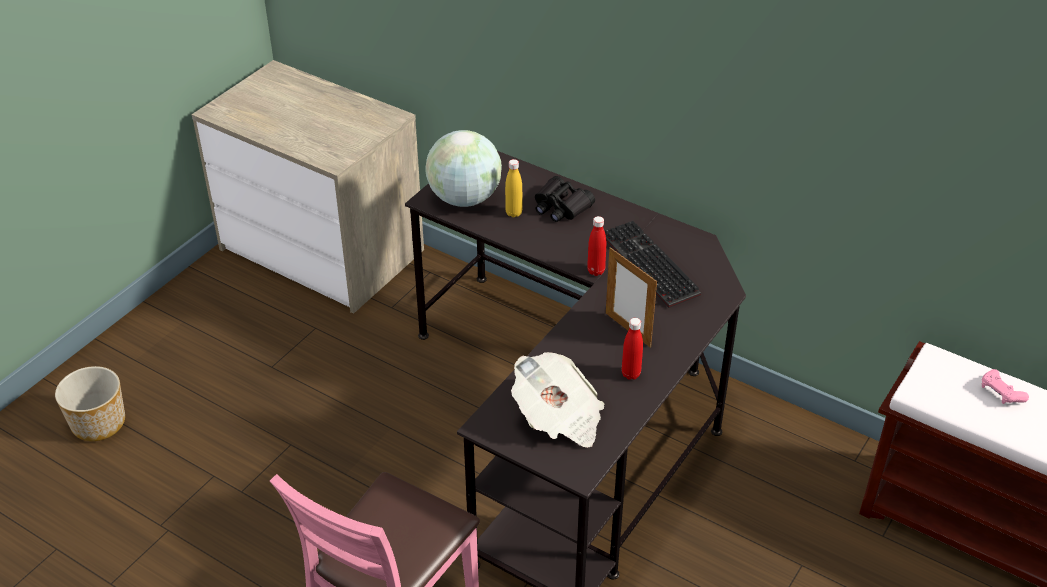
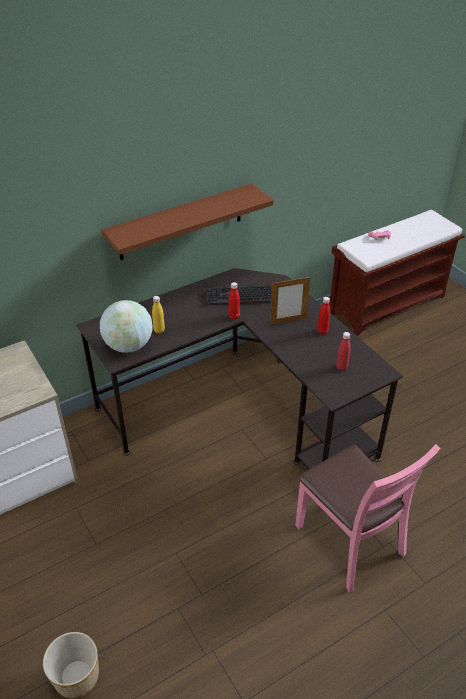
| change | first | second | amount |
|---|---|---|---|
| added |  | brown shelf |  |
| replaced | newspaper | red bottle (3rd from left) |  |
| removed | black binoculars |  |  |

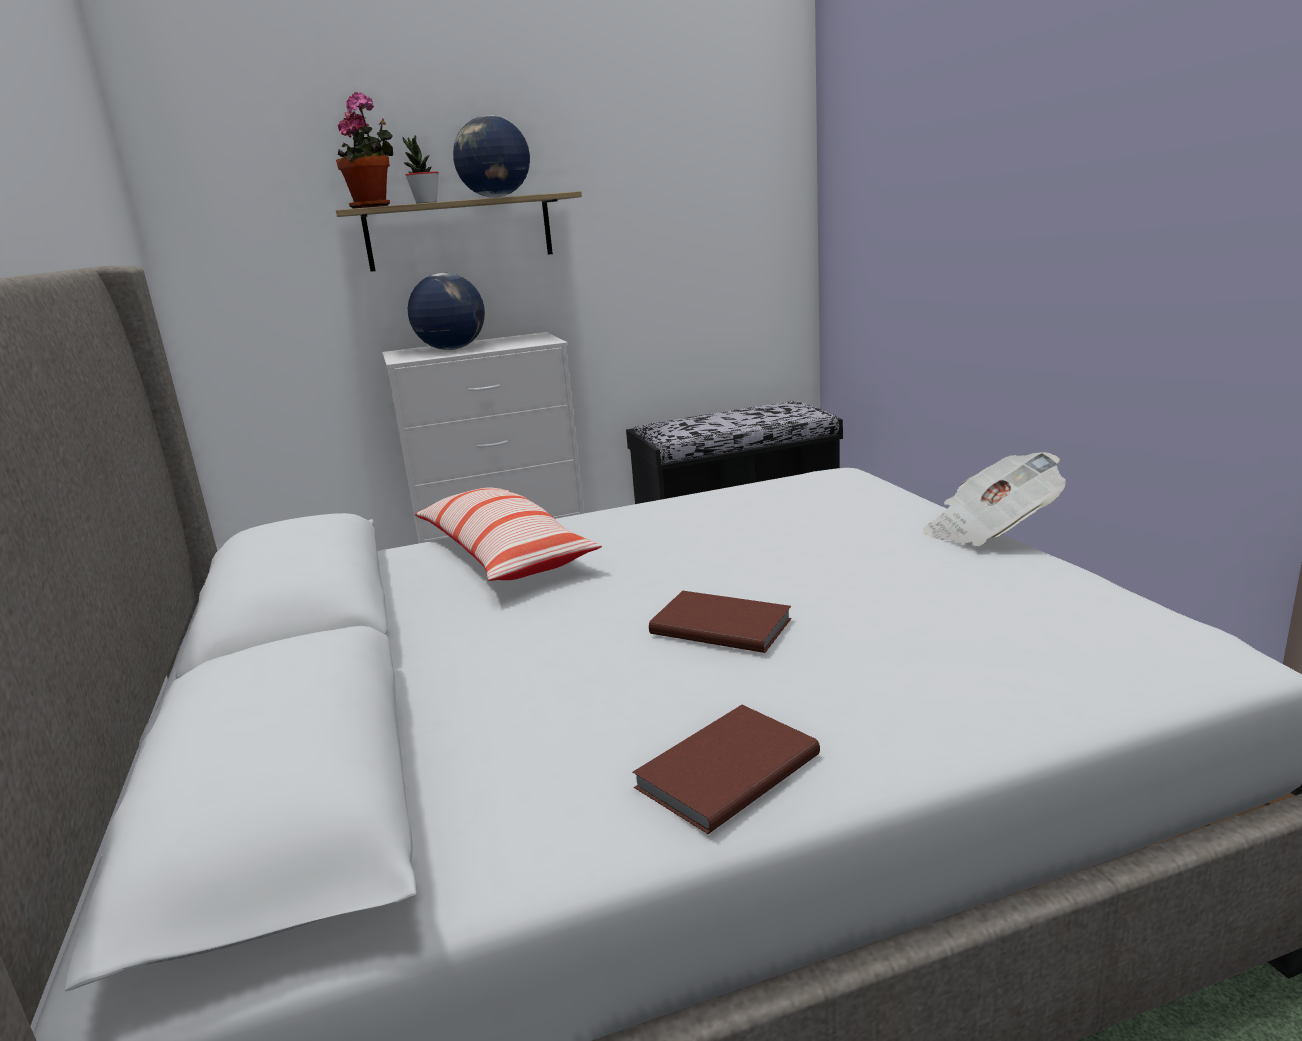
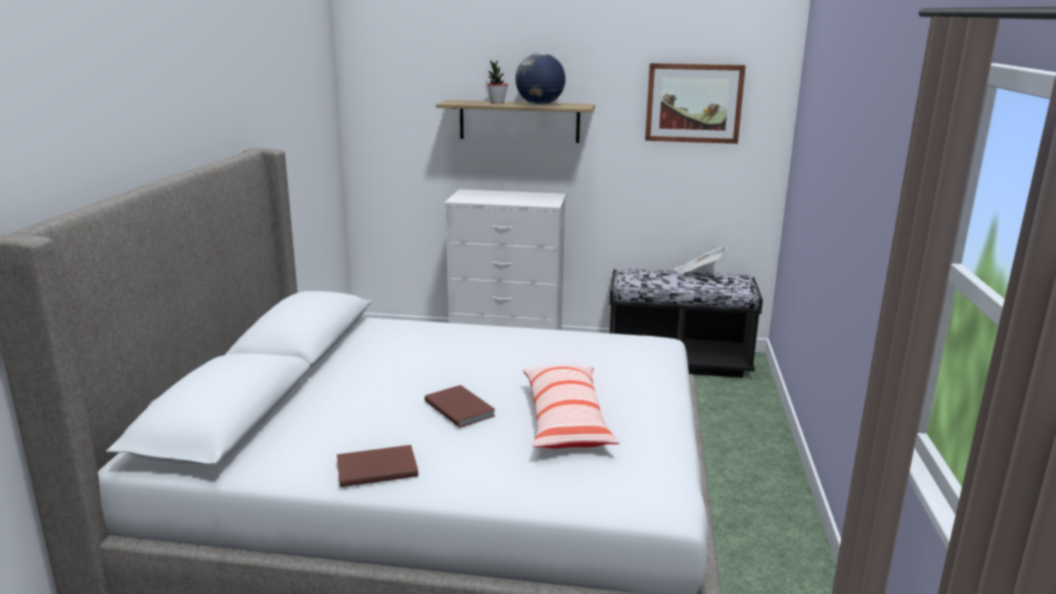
| change | first | second | amount |
|---|---|---|---|
| moved | pillow |  |  |
| added |  | picture |  |
| moved | newspaper |  |  |
| removed | potted plant (1st from left) |  |  |
| removed | globe (1st from left) |  |  |

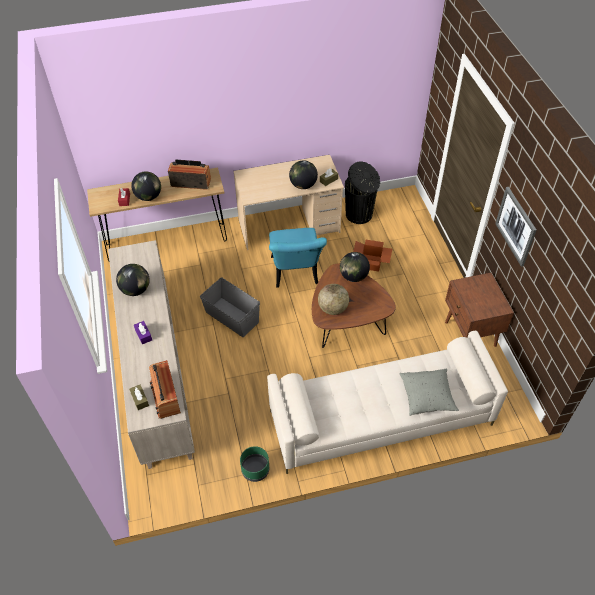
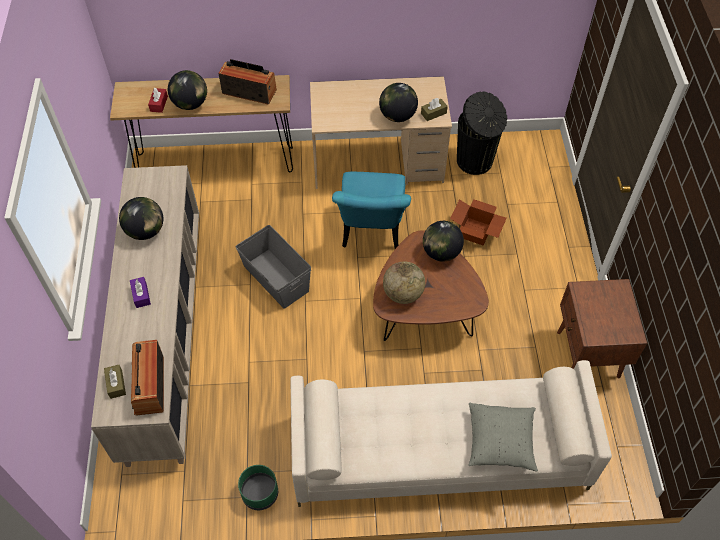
| change | first | second | amount |
|---|---|---|---|
| removed | picture |  |  |

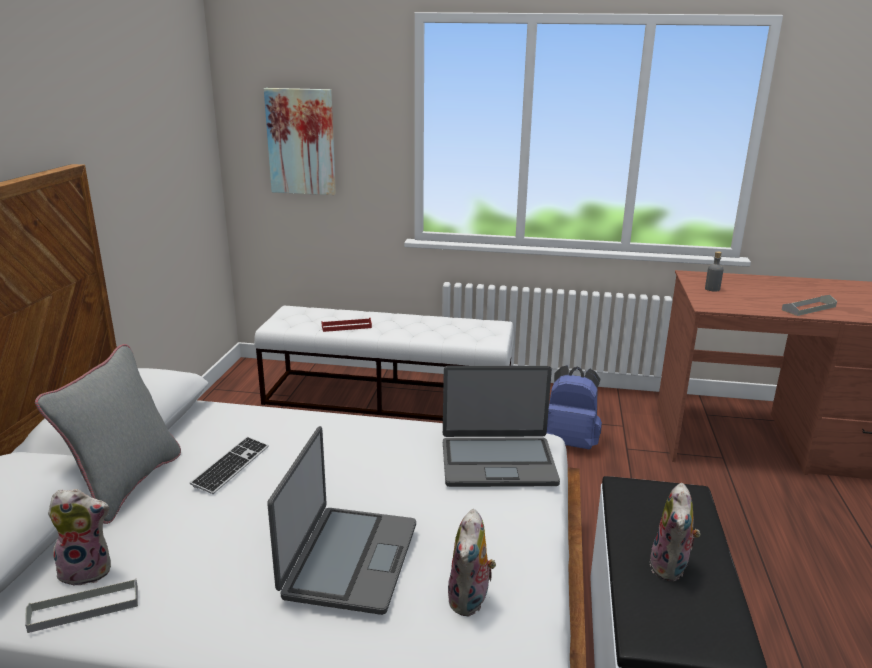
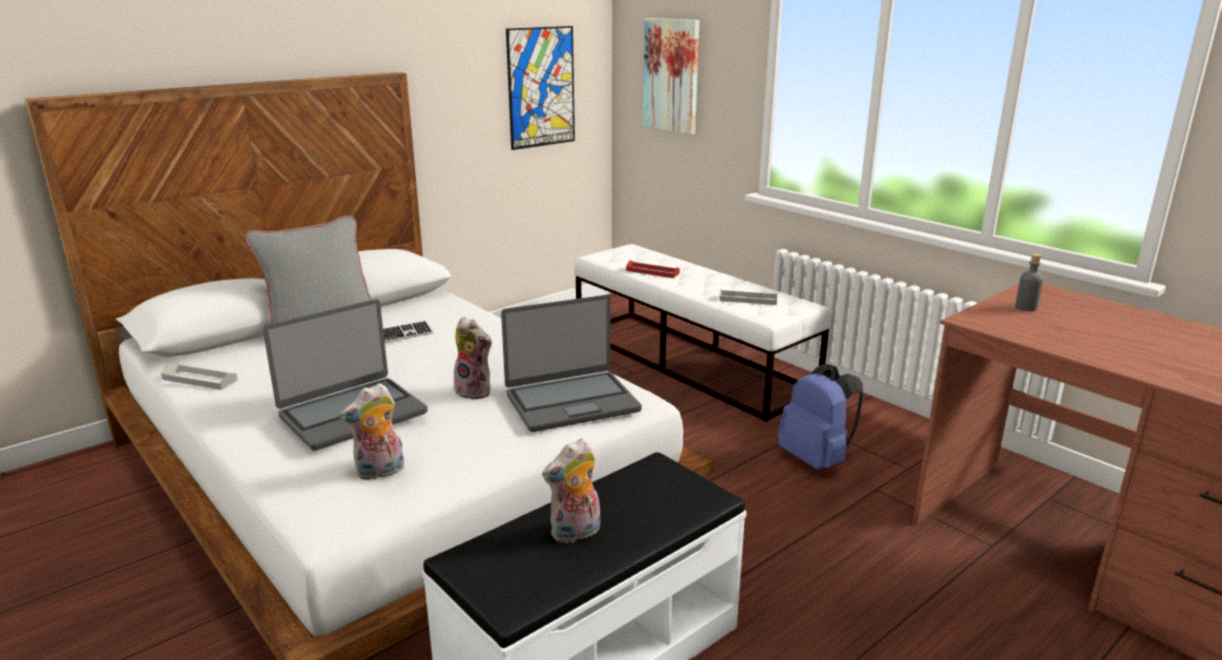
| change | first | second | amount |
|---|---|---|---|
| moved | plush toy (1st from left in the first image) | plush toy (2nd from left) |  |
| turned | laptop (2nd from left) |  | 60 degrees counterclockwise |
| added |  | picture (1st from left) |  |
| moved | grey tray (2nd from left) |  |  |

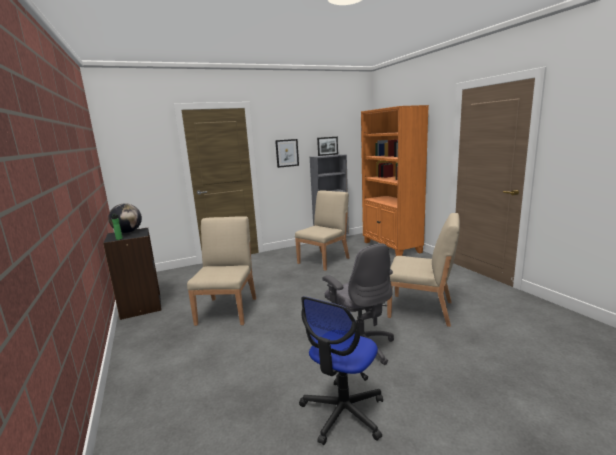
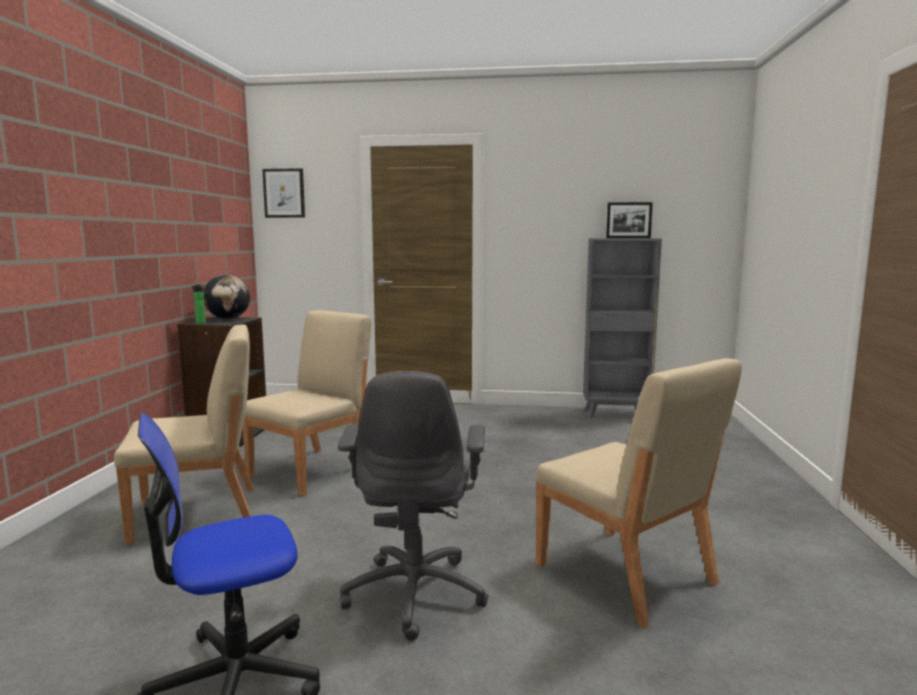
| change | first | second | amount |
|---|---|---|---|
| moved | beige chair (2nd from left in the first image) | beige chair (1st from left) |  |
| moved | picture |  |  |
| removed | orange bookcase |  |  |

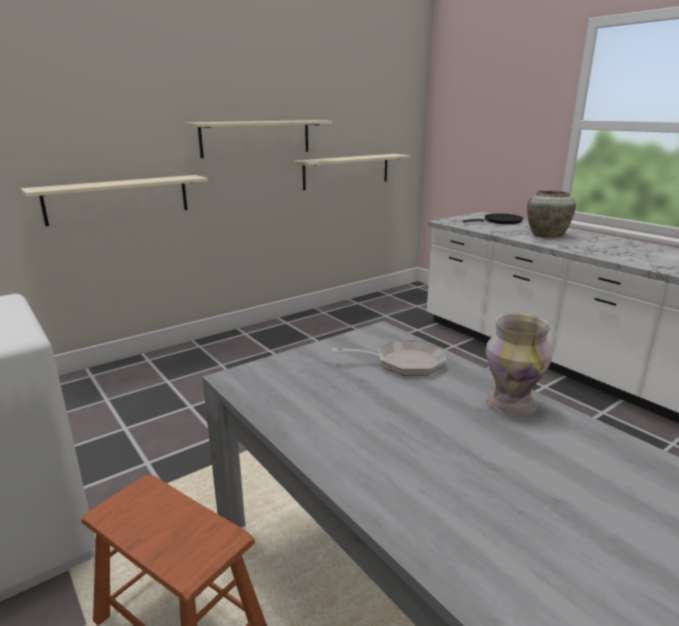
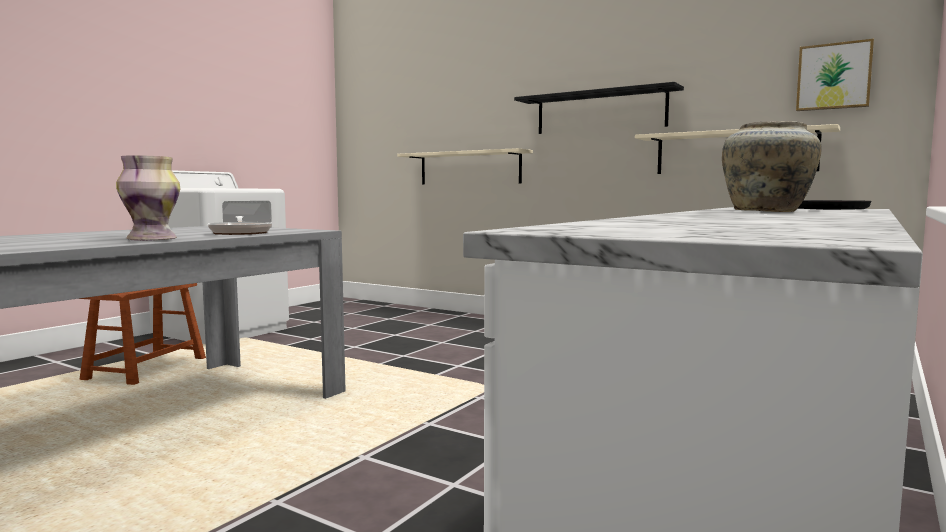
| change | first | second | amount |
|---|---|---|---|
| recoloured | beige shelf (2nd from left) | black shelf |  |
| added |  | picture |  |

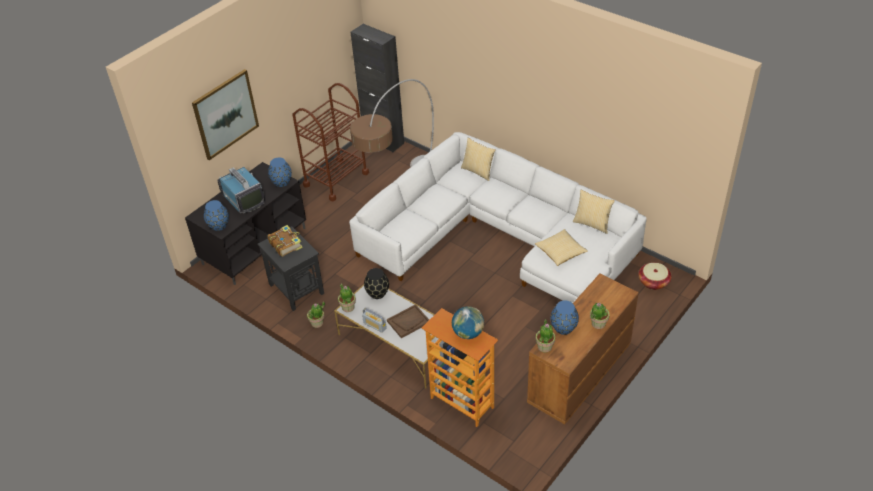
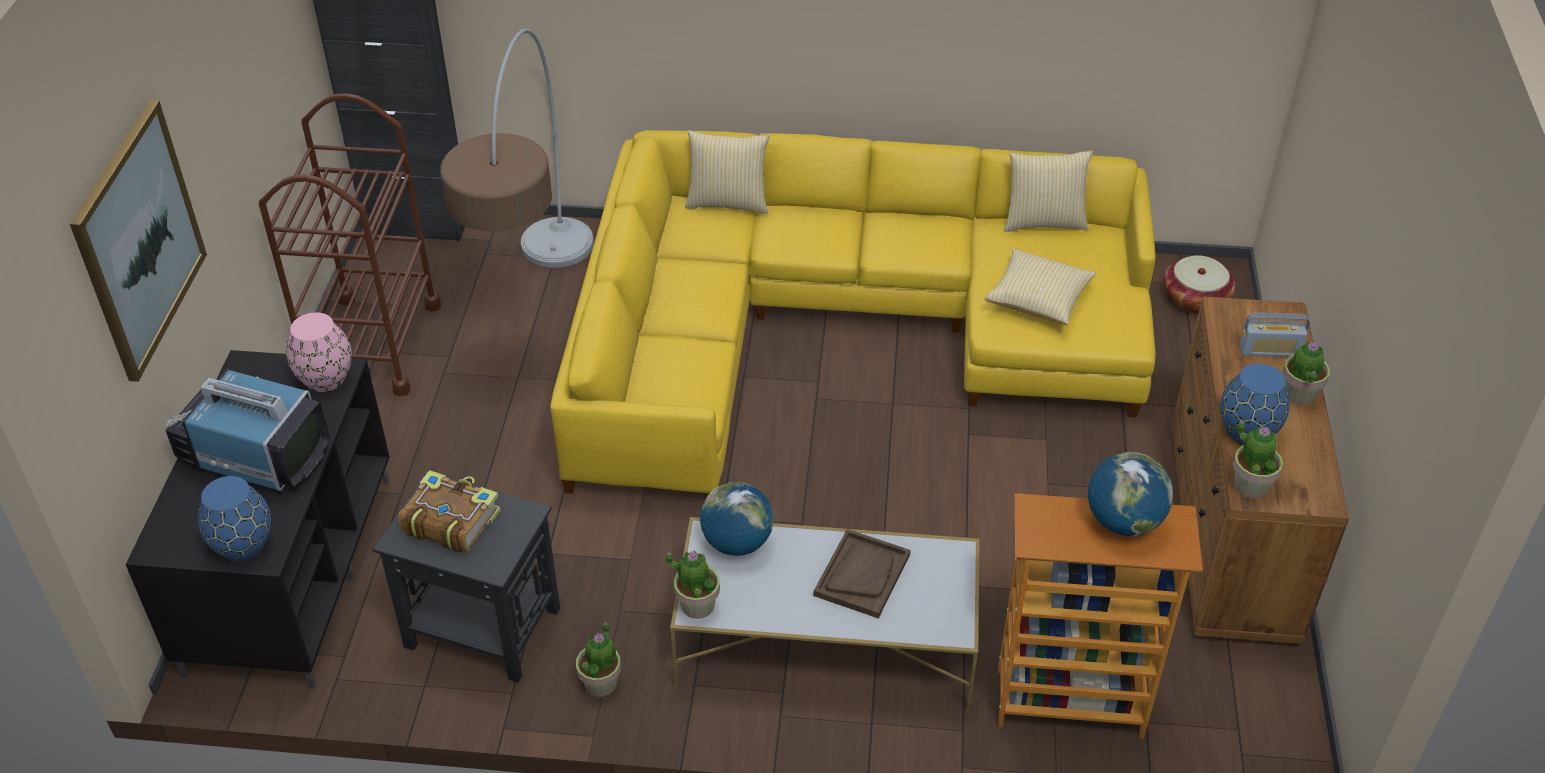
| change | first | second | amount |
|---|---|---|---|
| recoloured | blue vase (2nd from left) | pink vase |  |
| recoloured | white sofa | yellow sofa |  |
| replaced | black vase | globe (1st from left) |  |
| moved | radio |  |  |

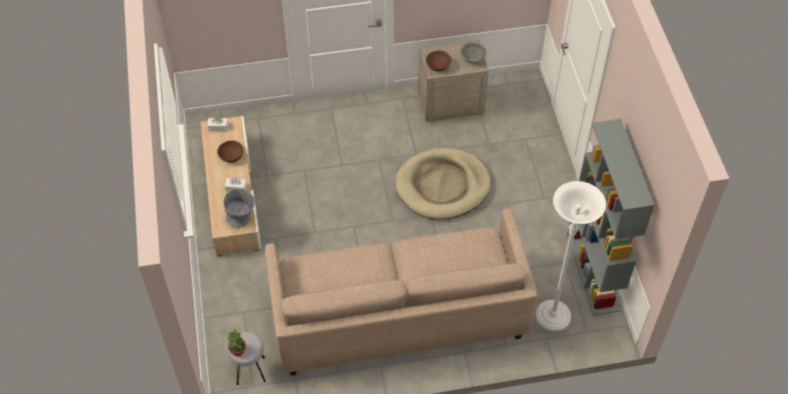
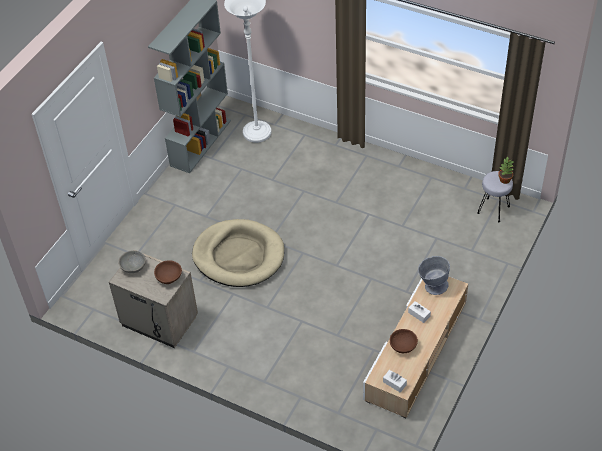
| change | first | second | amount |
|---|---|---|---|
| removed | beige sofa |  |  |

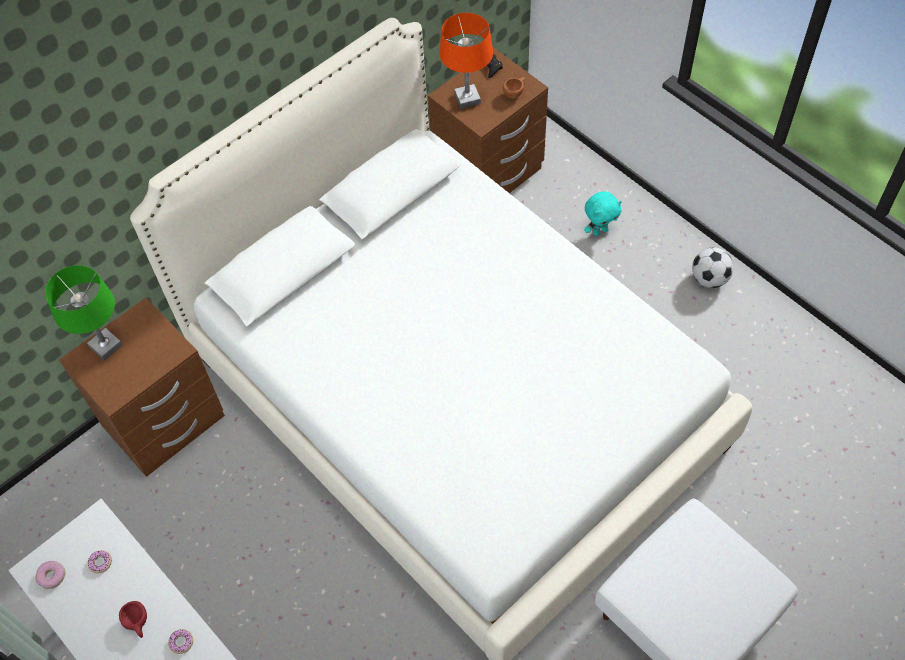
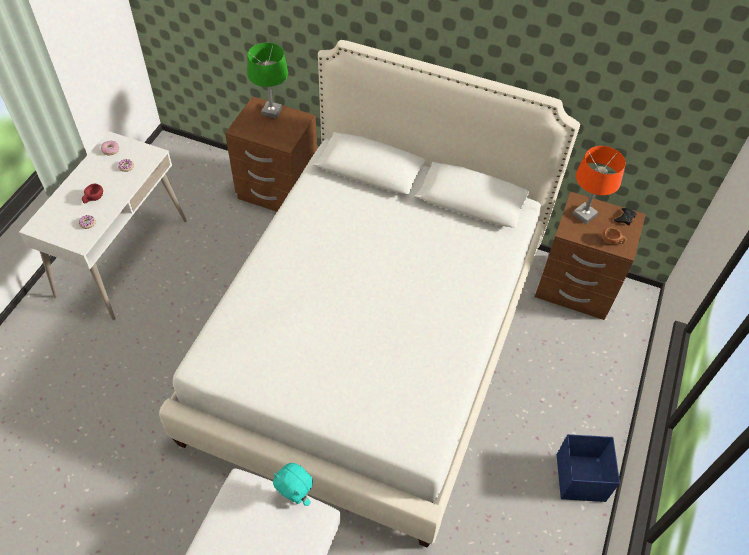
| change | first | second | amount |
|---|---|---|---|
| moved | turquoise plush toy |  |  |
| replaced | football | blue storage box |  |

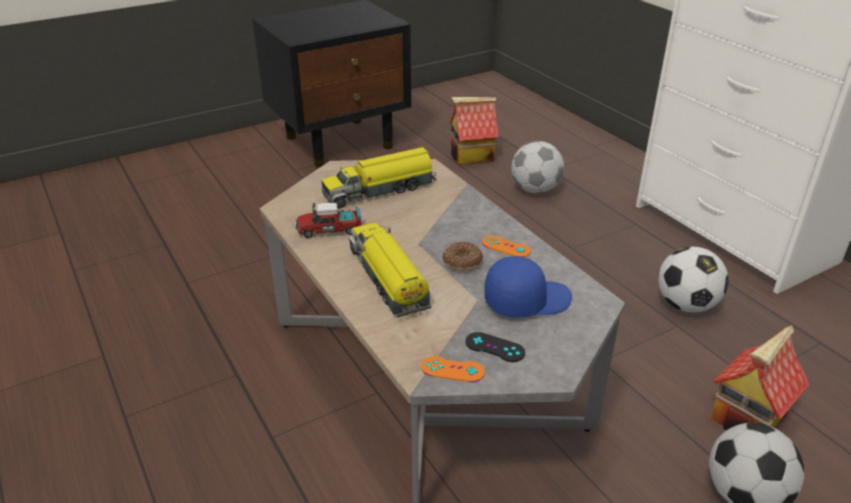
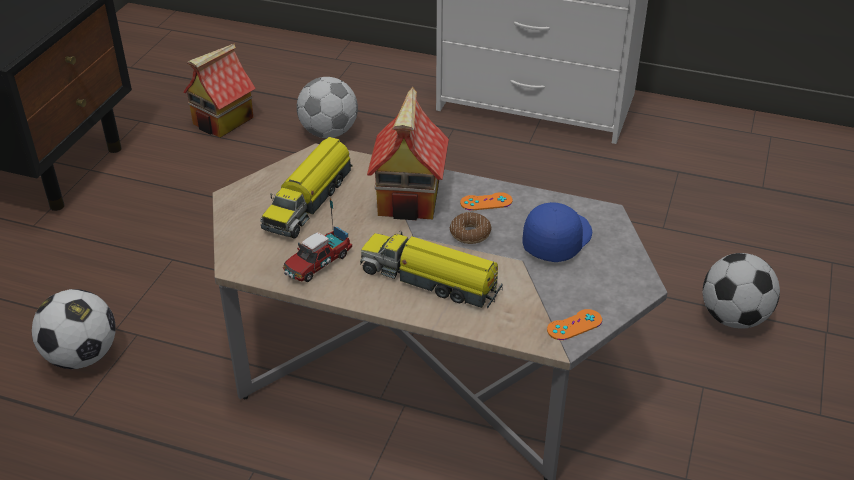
| change | first | second | amount |
|---|---|---|---|
| moved | football (2nd from left in the first image) | football (1st from left) |  |
| moved | toy house (2nd from left) |  |  |
| removed | black game controller |  |  |

